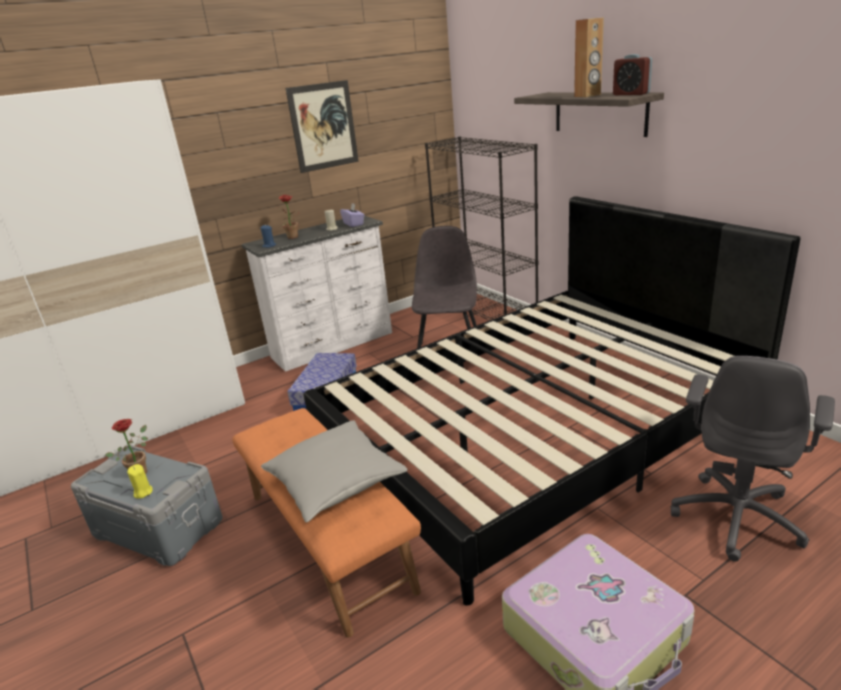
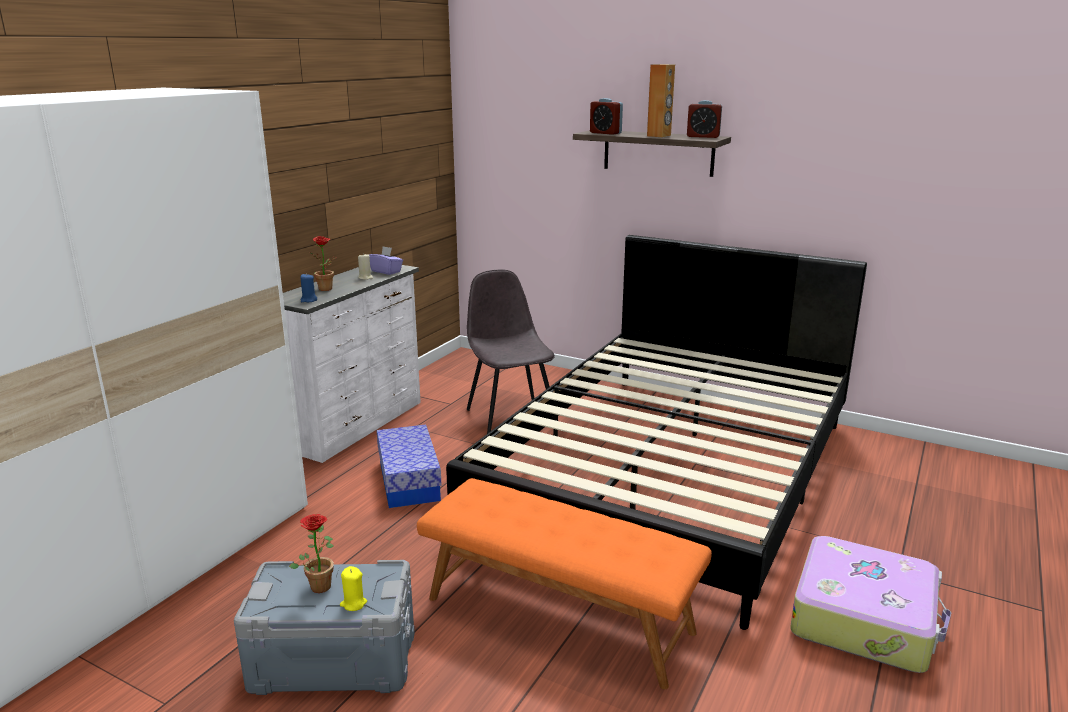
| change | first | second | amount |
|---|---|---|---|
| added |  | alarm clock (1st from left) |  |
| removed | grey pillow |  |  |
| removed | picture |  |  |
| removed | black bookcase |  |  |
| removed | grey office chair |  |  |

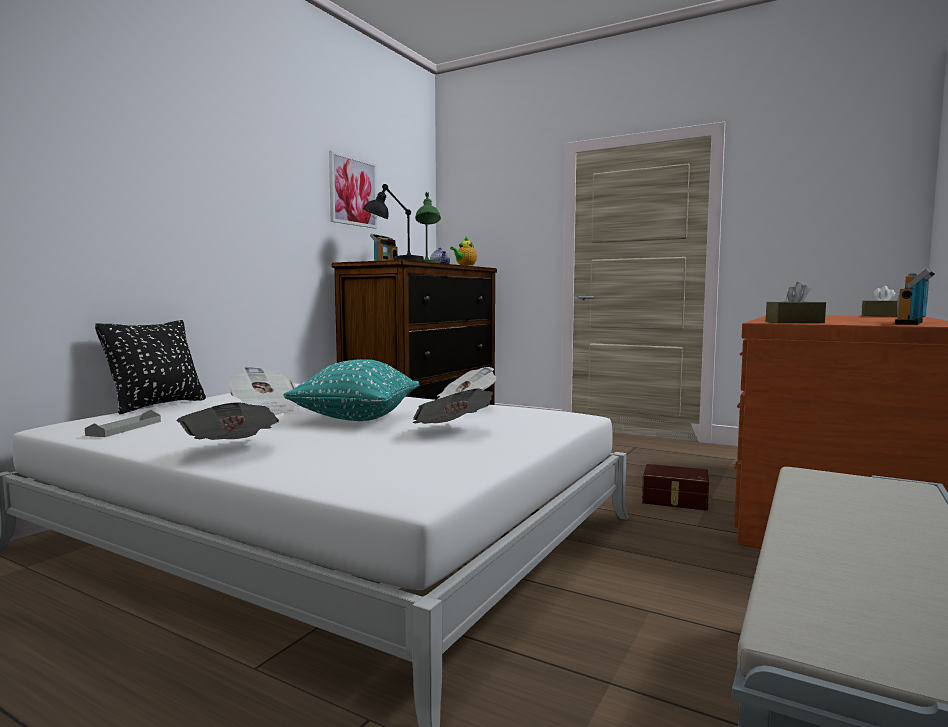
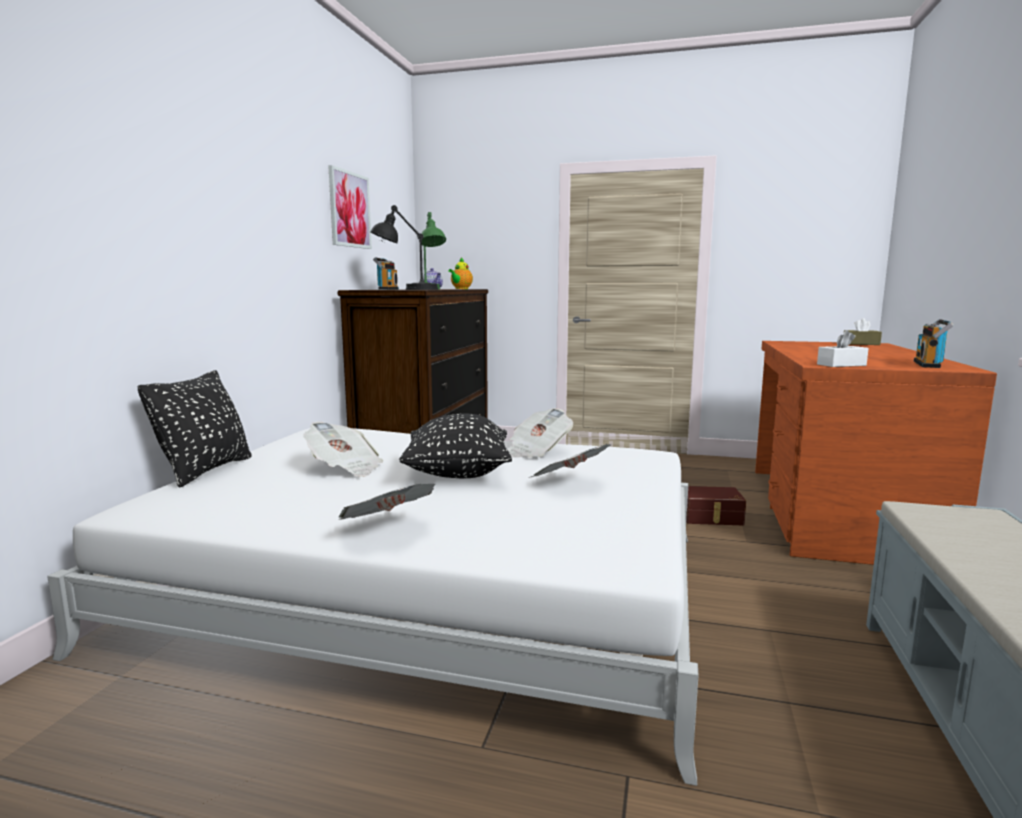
| change | first | second | amount |
|---|---|---|---|
| recoloured | turquoise pillow | black pillow (2nd from left) |  |
| recoloured | brown tissue box (1st from left) | white tissue box |  |
| removed | grey tray |  |  |

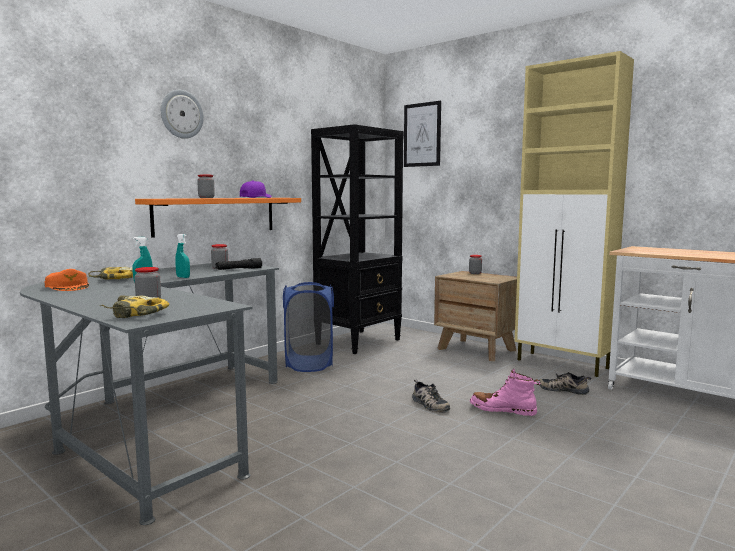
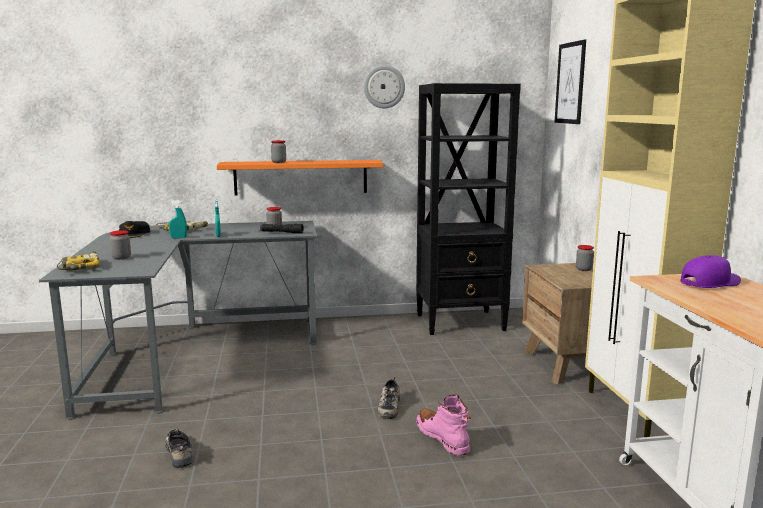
| change | first | second | amount |
|---|---|---|---|
| recoloured | orange cap | black cap |  |
| moved | shoe (2nd from left in the first image) | shoe (1st from left) |  |
| moved | wall clock |  |  |
| moved | purple cap |  |  |
| removed | blue laundry basket |  |  |

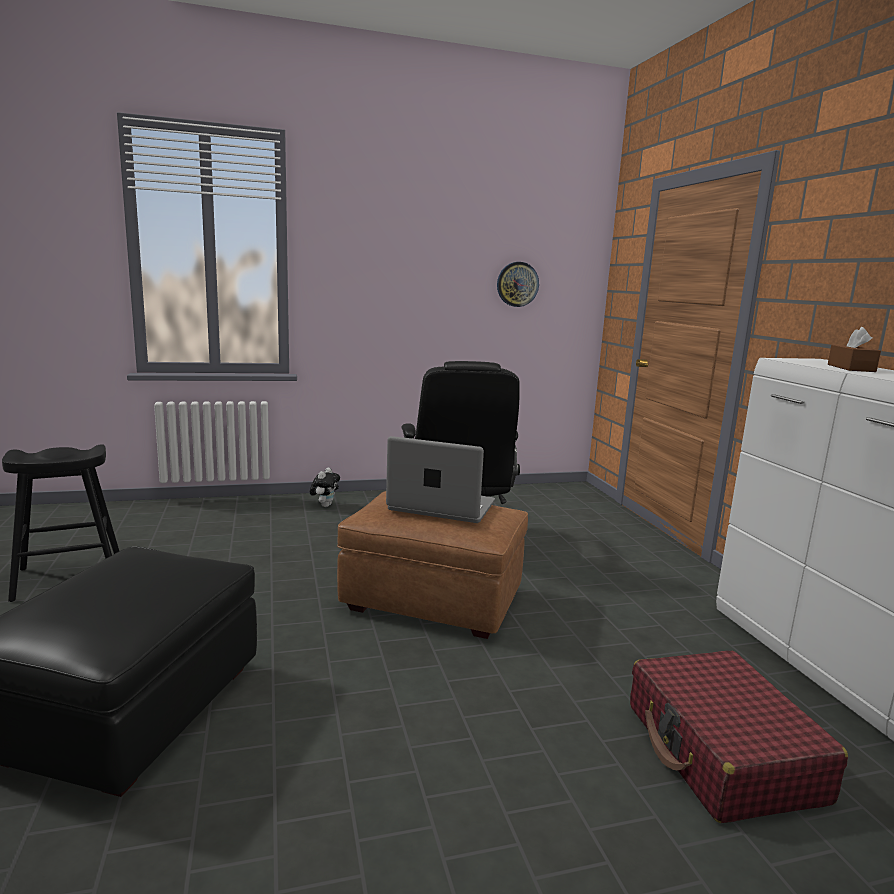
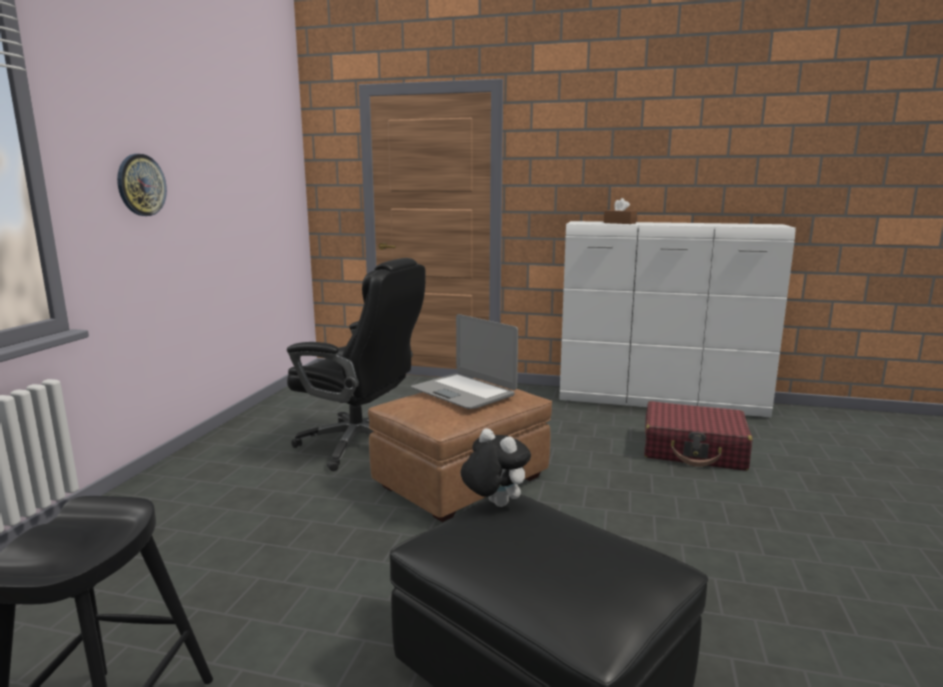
| change | first | second | amount |
|---|---|---|---|
| moved | wall clock |  |  |
| turned | laptop |  | 90 degrees counterclockwise |
| moved | plush toy |  |  |

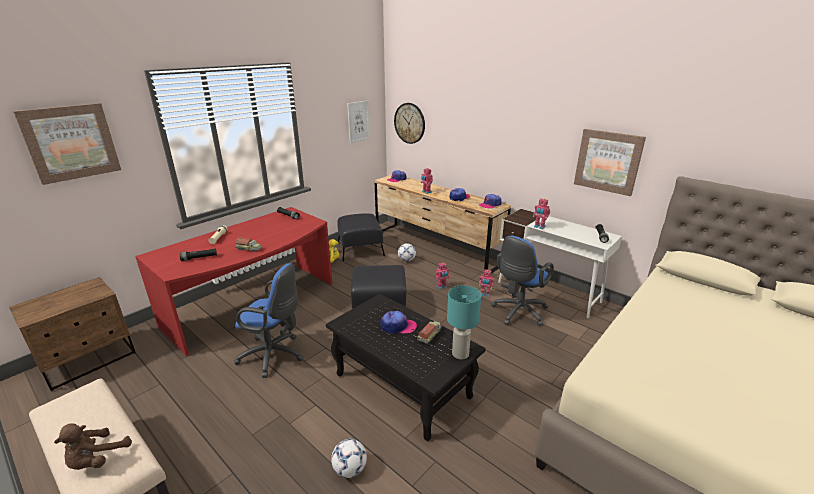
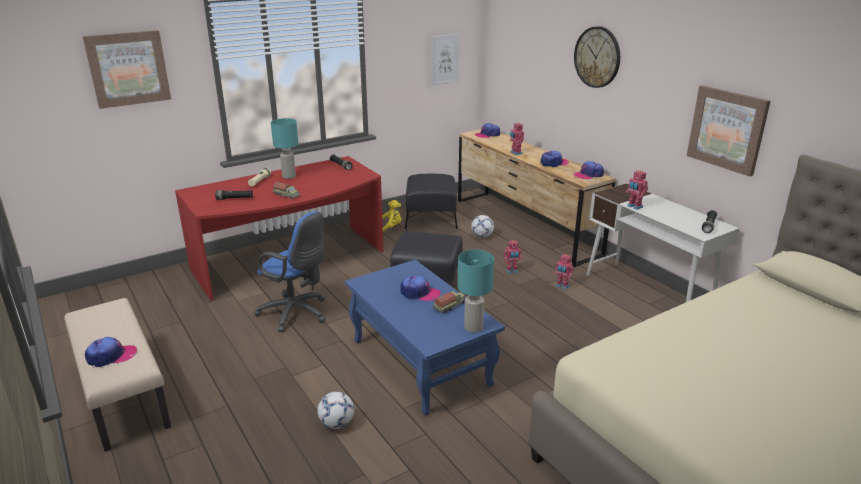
| change | first | second | amount |
|---|---|---|---|
| replaced | brown plush toy | cap (1st from left) |  |
| added |  | turquoise table lamp (1st from left) |  |
| recoloured | black coffee table | blue coffee table |  |
| moved | wall clock |  |  |
| removed | brown nightstand |  |  |
| removed | blue office chair (2nd from left) |  |  |

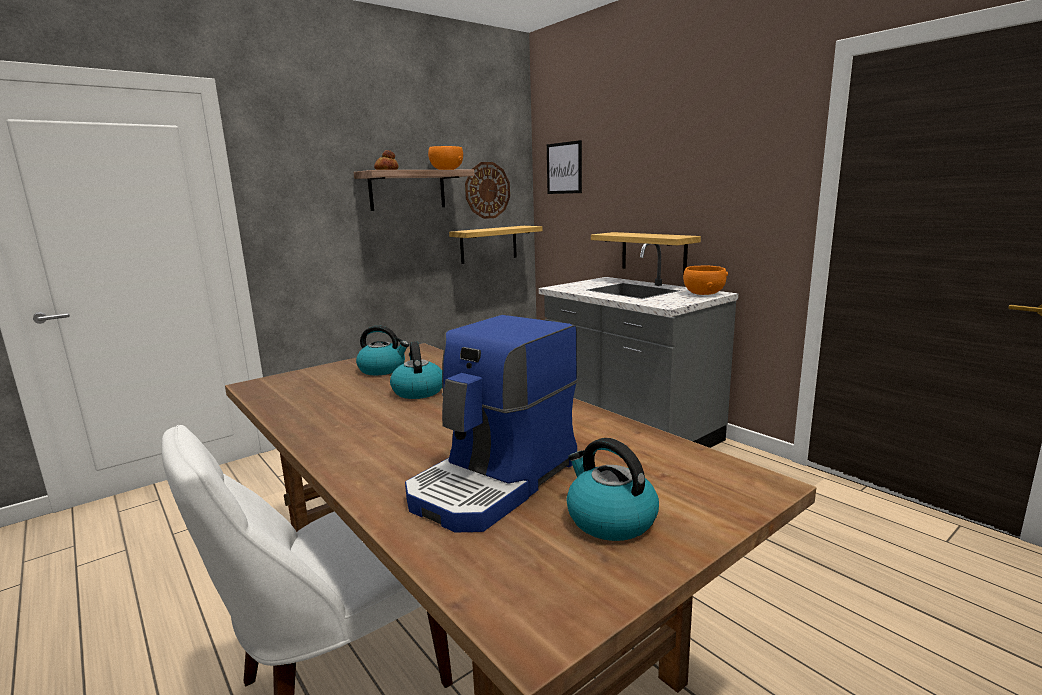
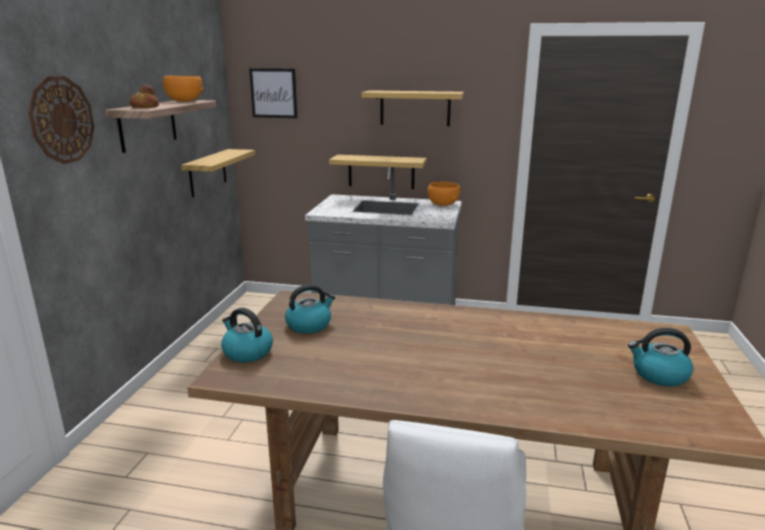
| change | first | second | amount |
|---|---|---|---|
| moved | wall clock |  |  |
| moved | kettle (2nd from left in the first image) | kettle (1st from left) |  |
| added |  | shelf (4th from left) |  |
| removed | coffee machine |  |  |

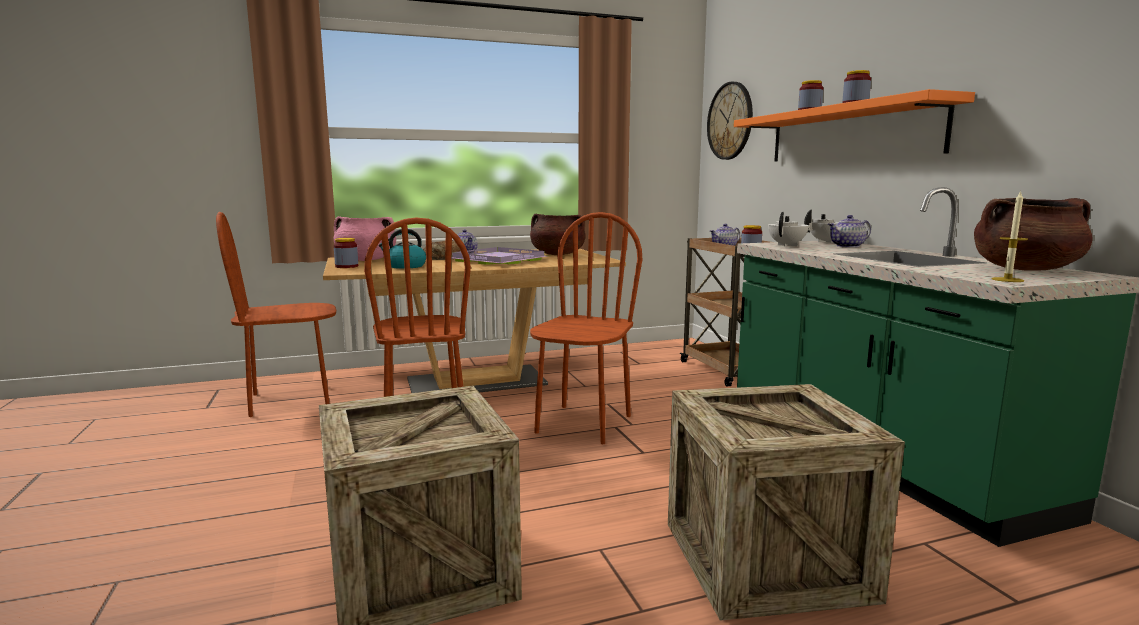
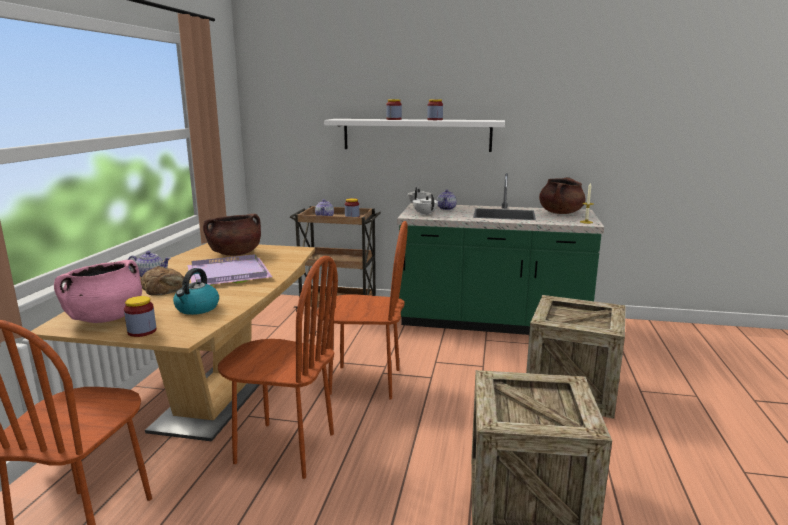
| change | first | second | amount |
|---|---|---|---|
| turned | brown chair (3rd from left) |  | 135 degrees clockwise |
| recoloured | orange shelf | white shelf |  |
| removed | wall clock |  |  |

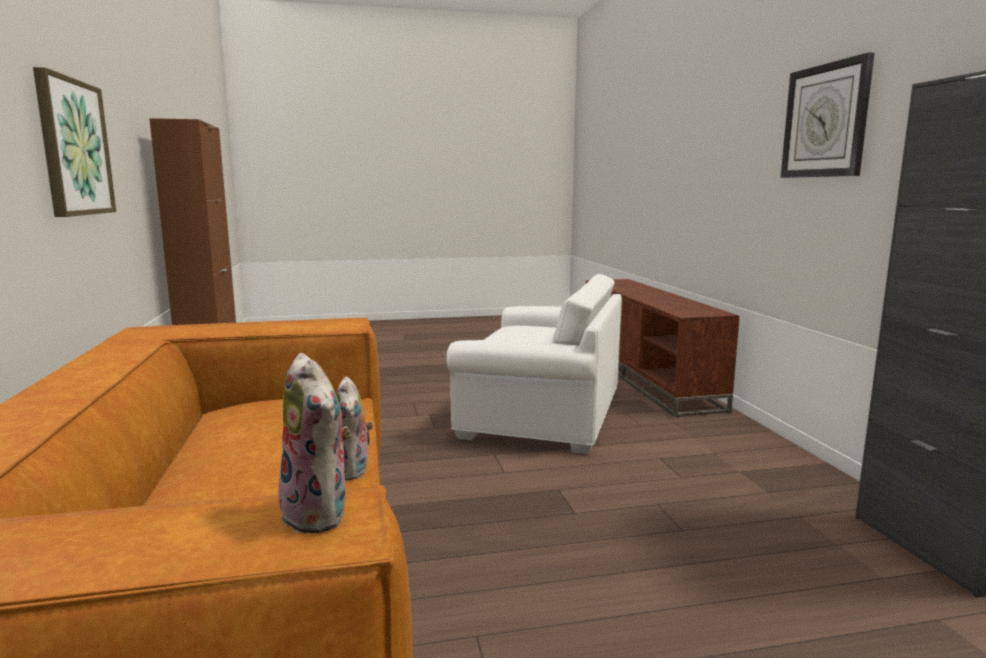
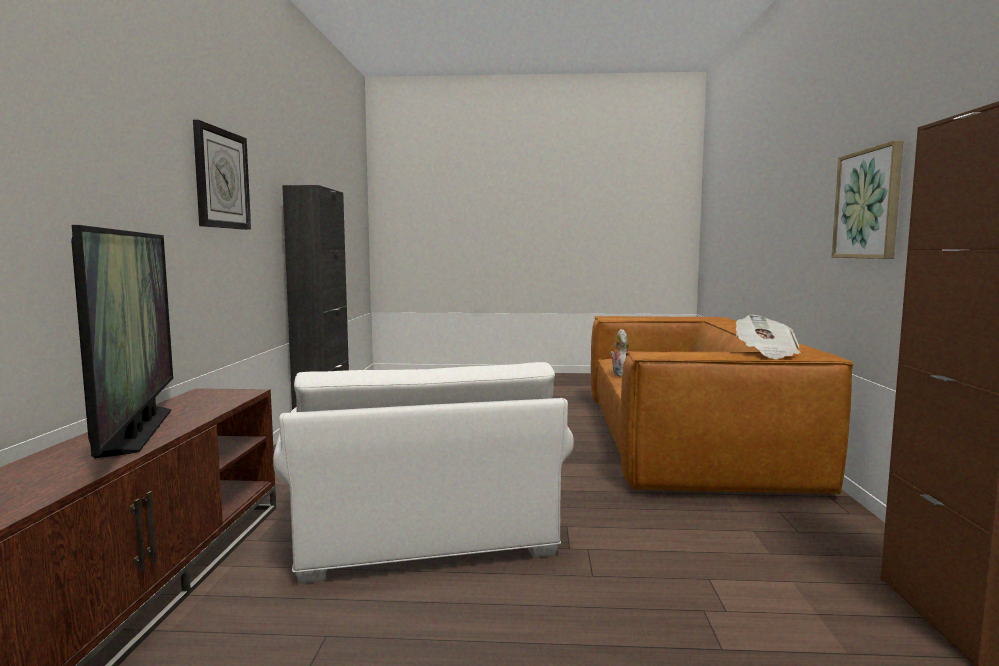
| change | first | second | amount |
|---|---|---|---|
| added |  | television |  |
| turned | white armchair |  | 135 degrees counterclockwise |
| added |  | newspaper |  |
| removed | plush toy (1st from left) |  |  |

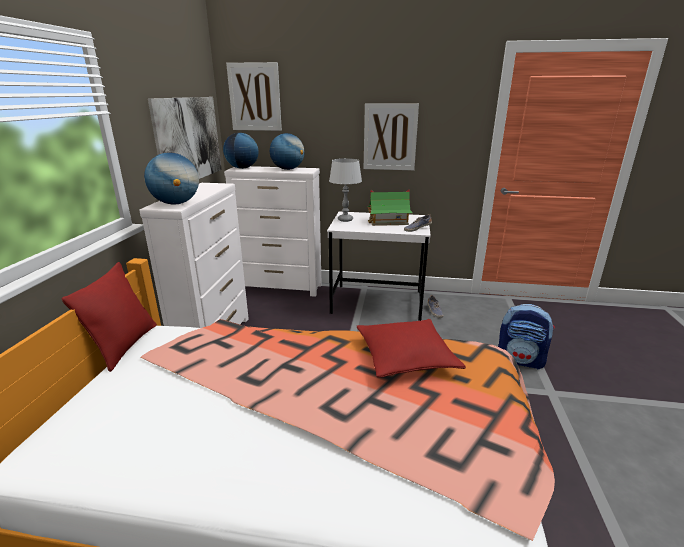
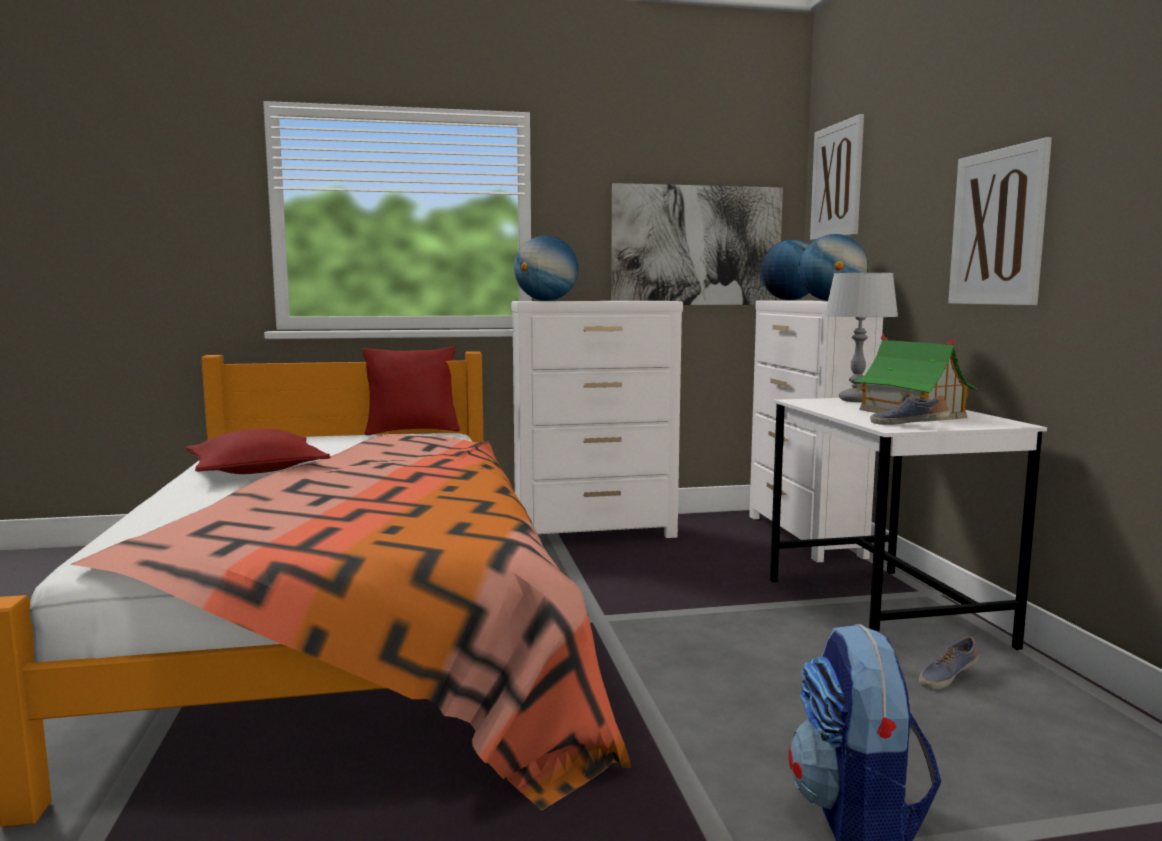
| change | first | second | amount |
|---|---|---|---|
| moved | red pillow (2nd from left in the first image) | red pillow (1st from left) |  |

